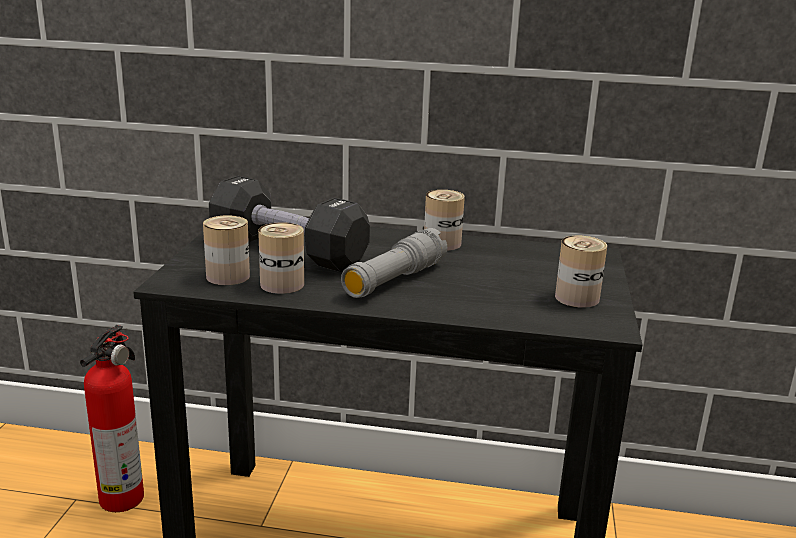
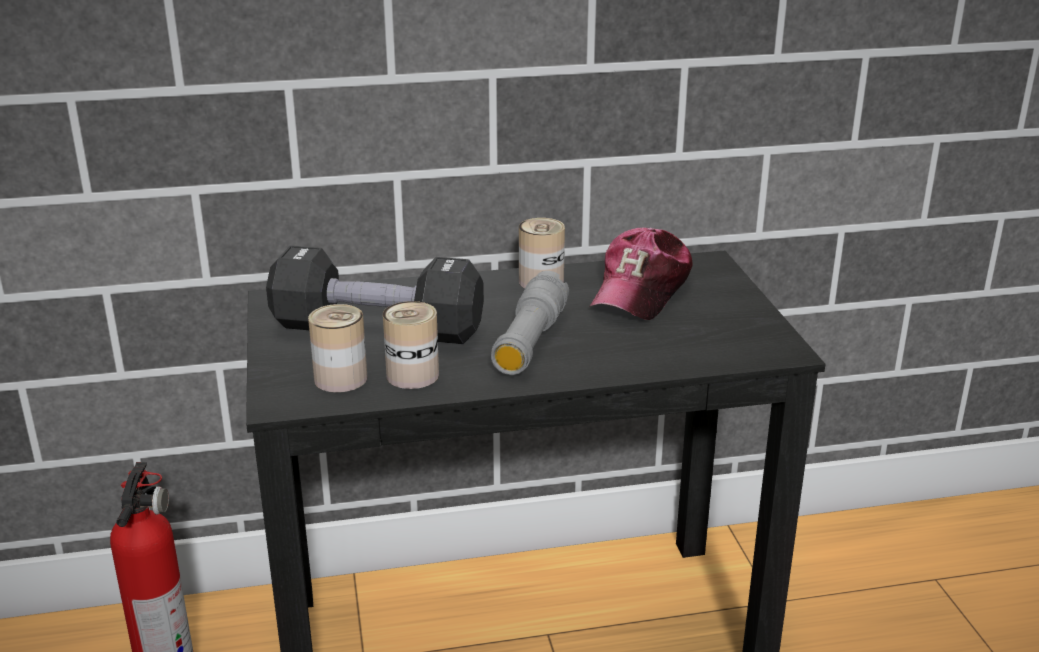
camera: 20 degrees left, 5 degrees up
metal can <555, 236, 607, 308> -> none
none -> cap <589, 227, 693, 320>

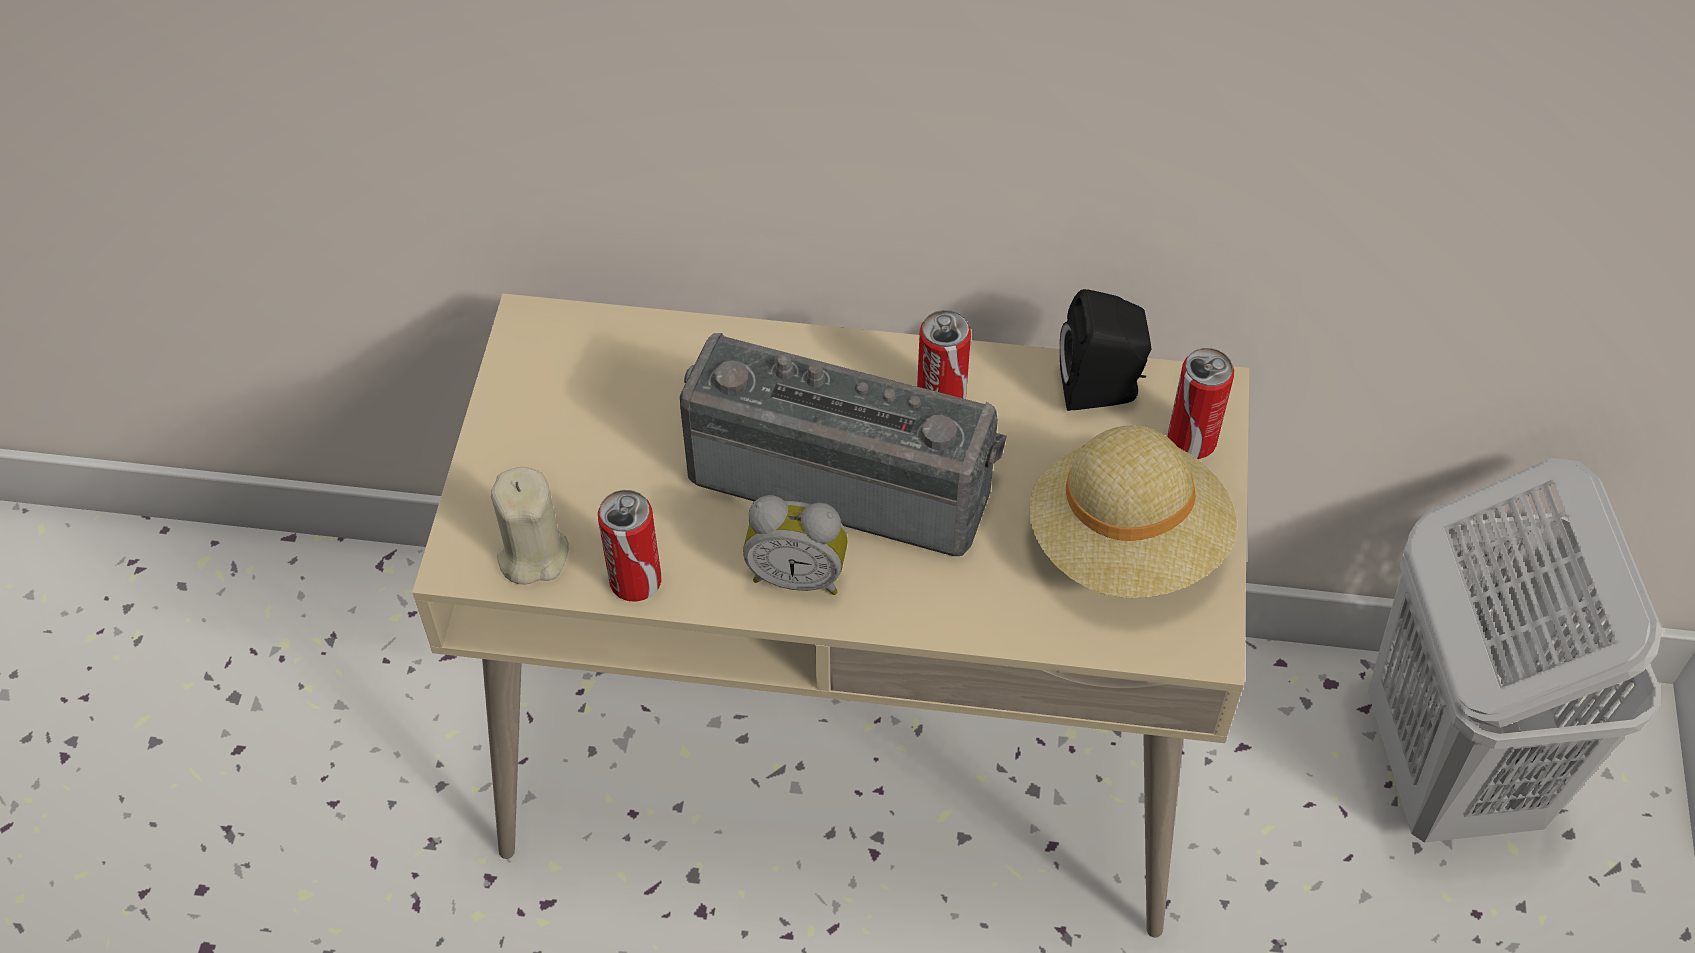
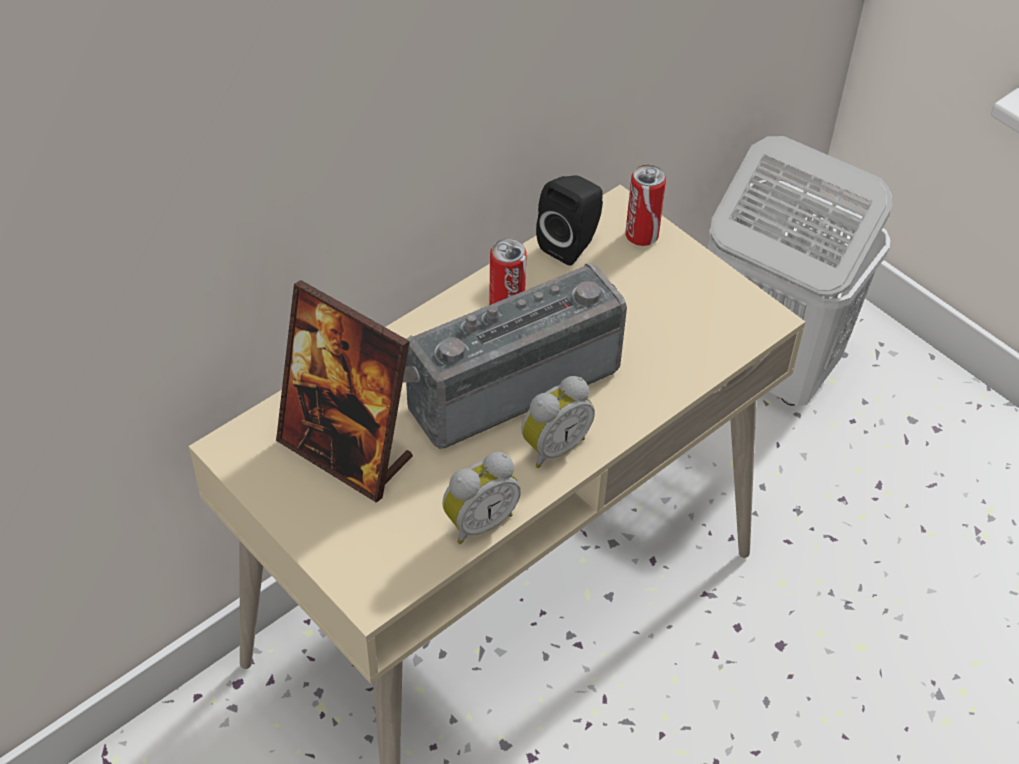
camera: 50 degrees left, 5 degrees down
sand-coloured clothing hat <1029, 425, 1237, 598> -> none
sand-coloured candle <491, 467, 569, 585> -> none
metal can <598, 490, 662, 602> -> alarm clock <442, 452, 521, 544>
none -> photo frame <276, 280, 413, 503>

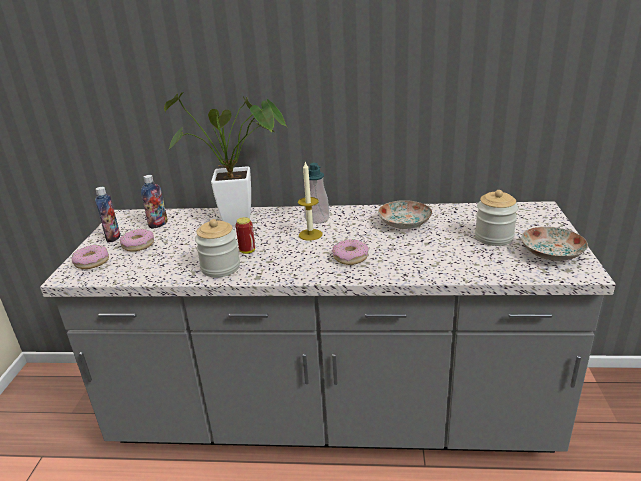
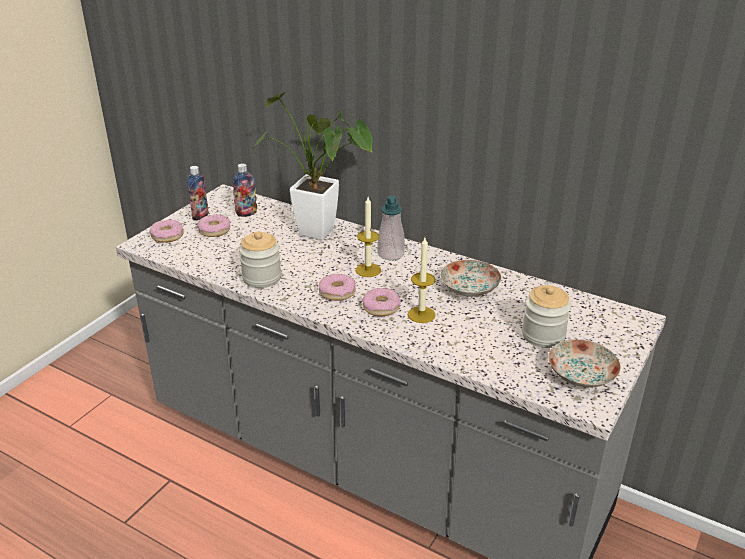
camera: 25 degrees right, 5 degrees up
metal can <236, 217, 255, 254> -> none
none -> candle <408, 238, 436, 323>
none -> doughnut <319, 274, 356, 301>

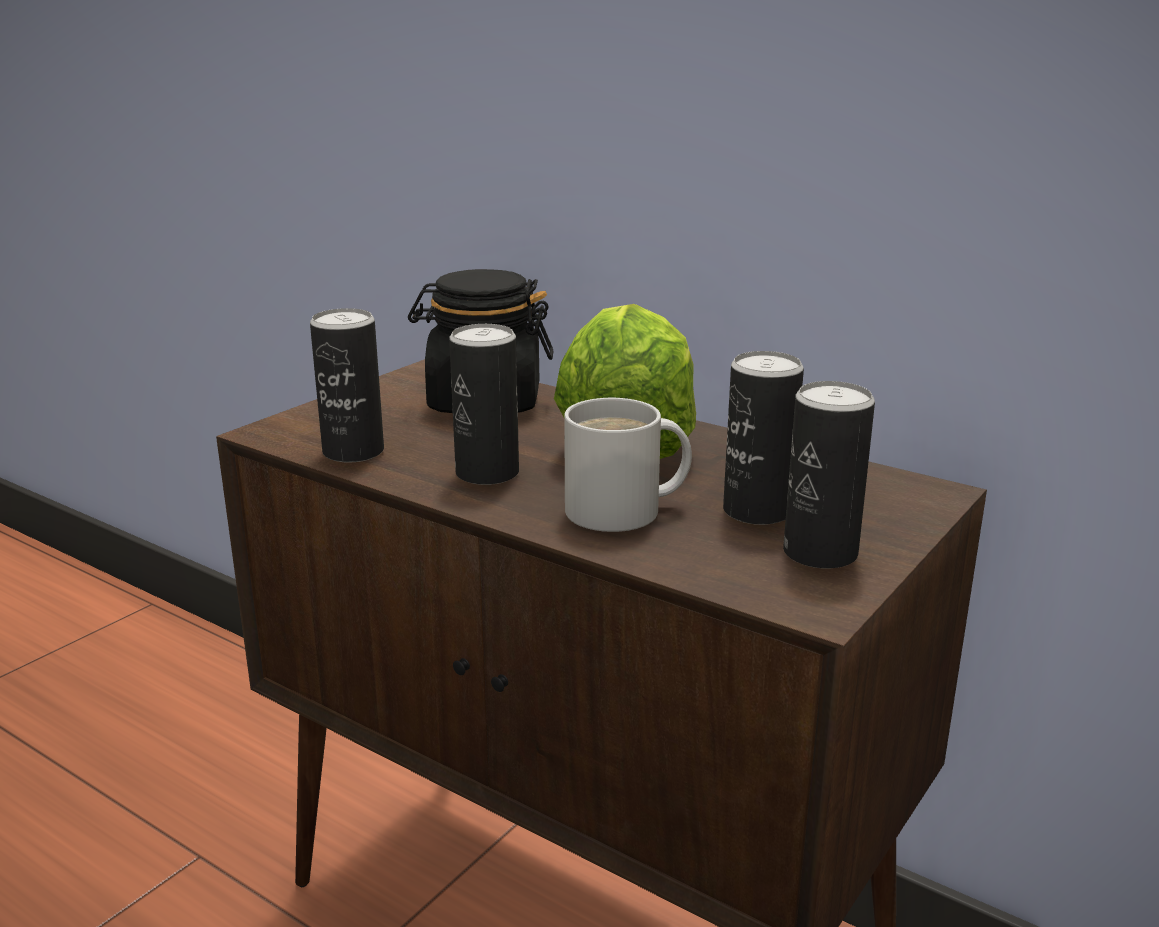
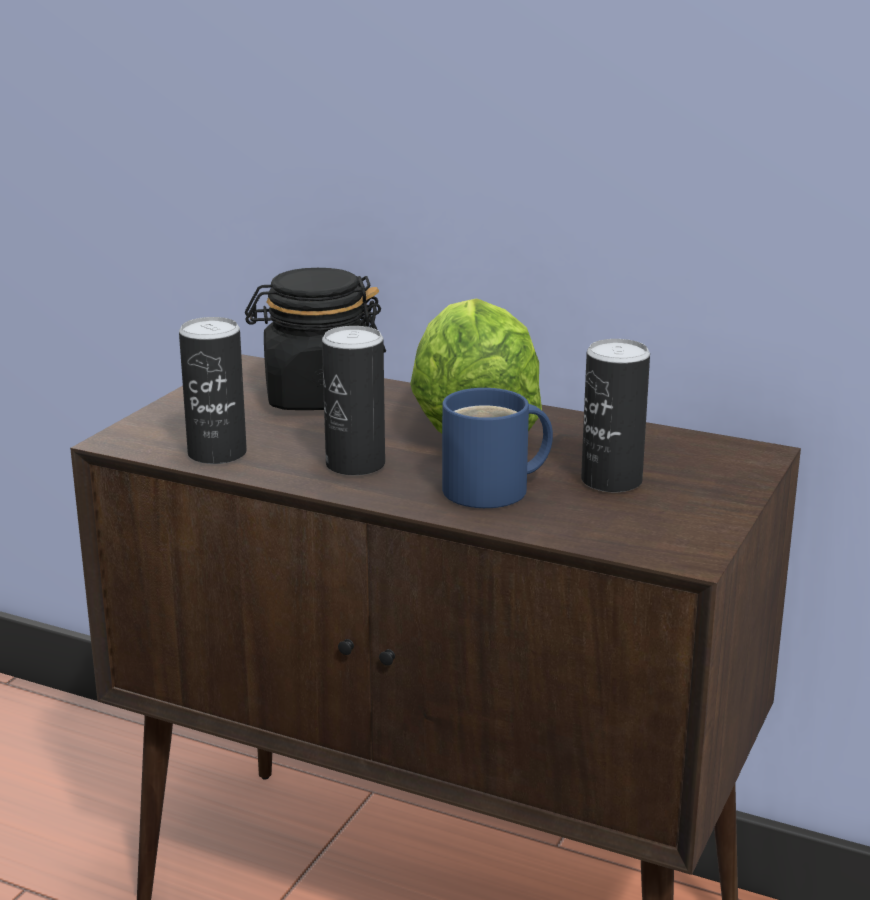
camera: 10 degrees left, 0 degrees up
metal can <783, 381, 875, 569> -> none
white tea mug <564, 398, 692, 532> -> blue-coloured tea mug <442, 388, 553, 508>

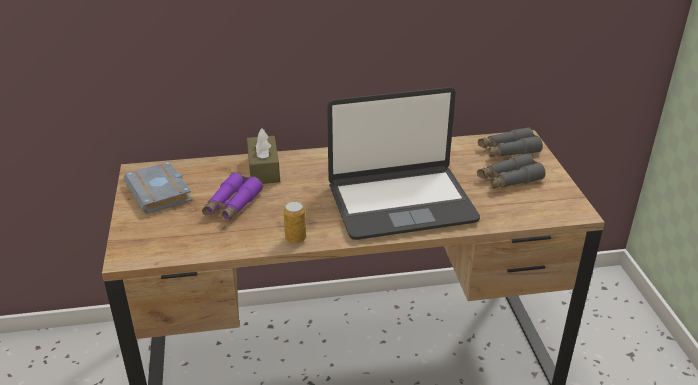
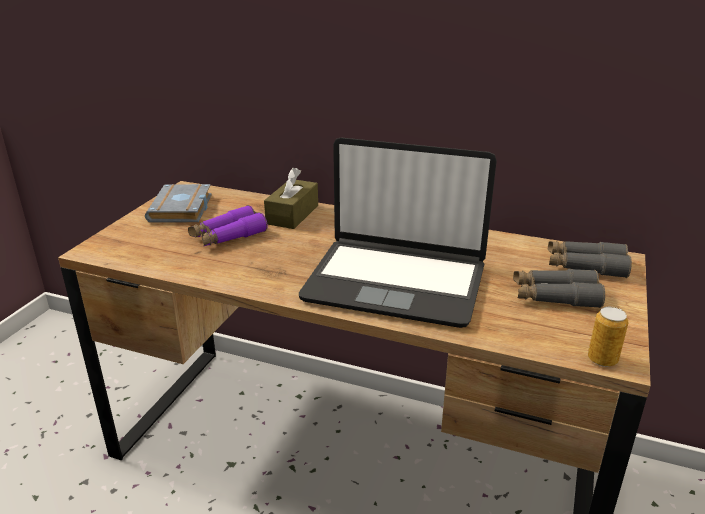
camera: 30 degrees right, 5 degrees down
metal can <284, 201, 306, 244> -> metal can <588, 307, 628, 367>, move

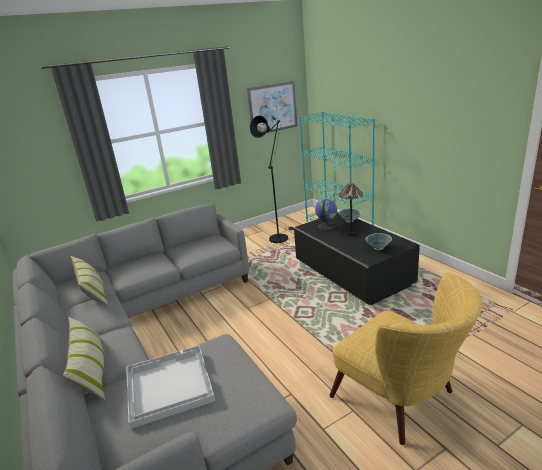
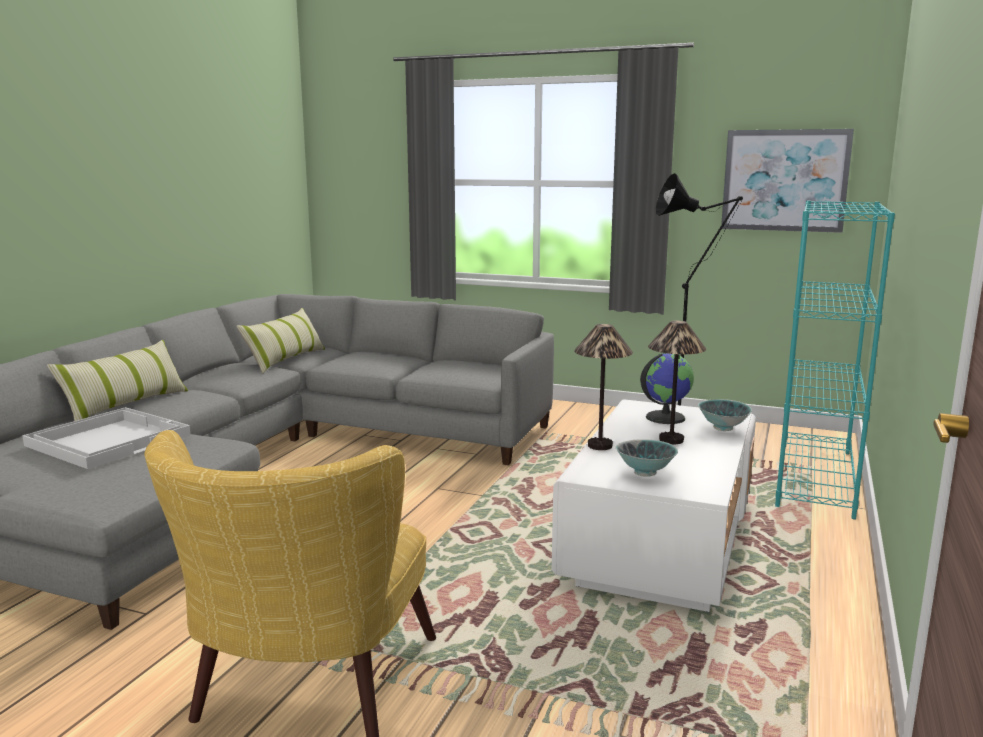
camera: 50 degrees right, 10 degrees down
black-coloured coffee table <294, 212, 420, 305> -> white coffee table <552, 399, 756, 612>
none -> lamp for a table <575, 324, 633, 450>

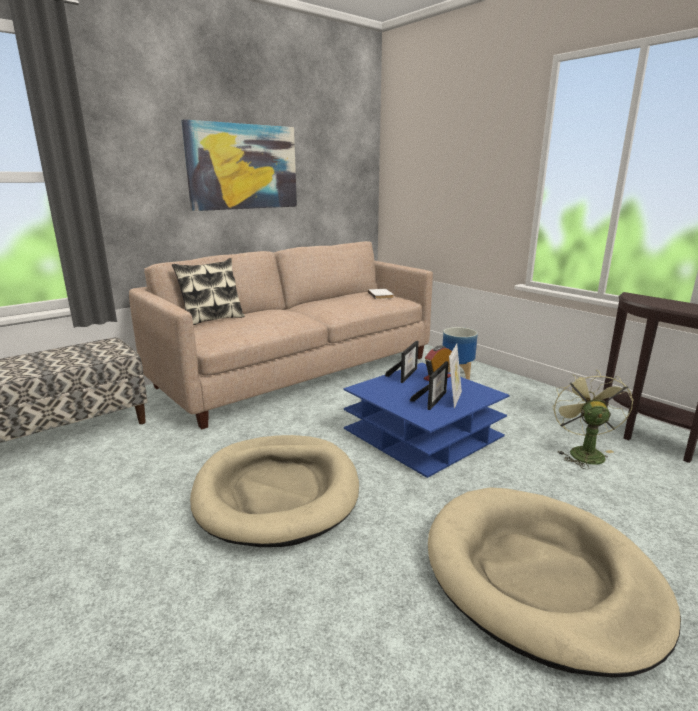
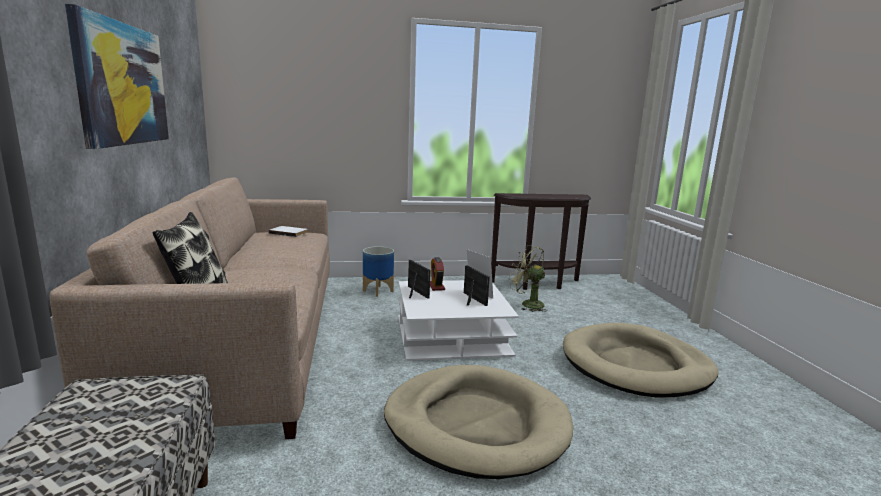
camera: 60 degrees left, 5 degrees down
blue-coloured coffee table <344, 363, 509, 478> -> white coffee table <398, 280, 519, 361>

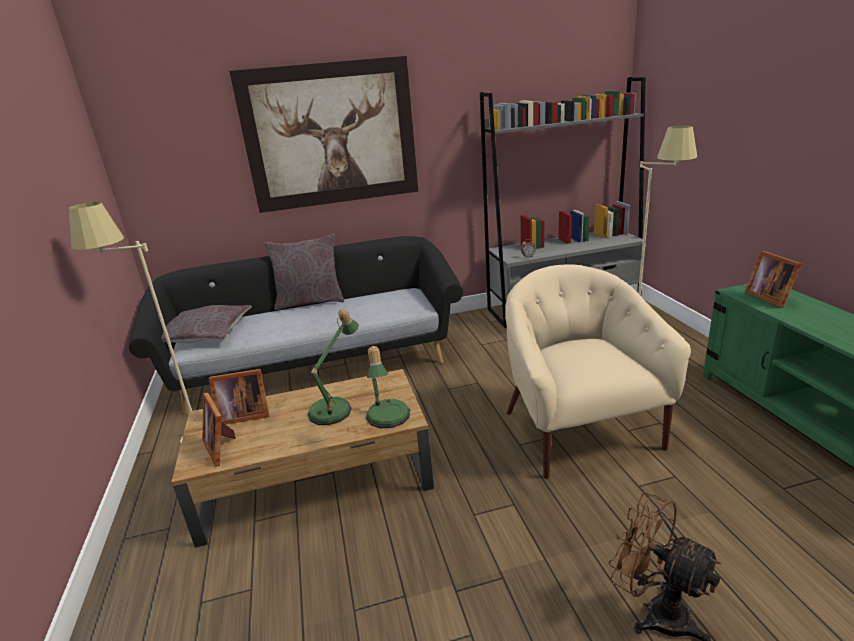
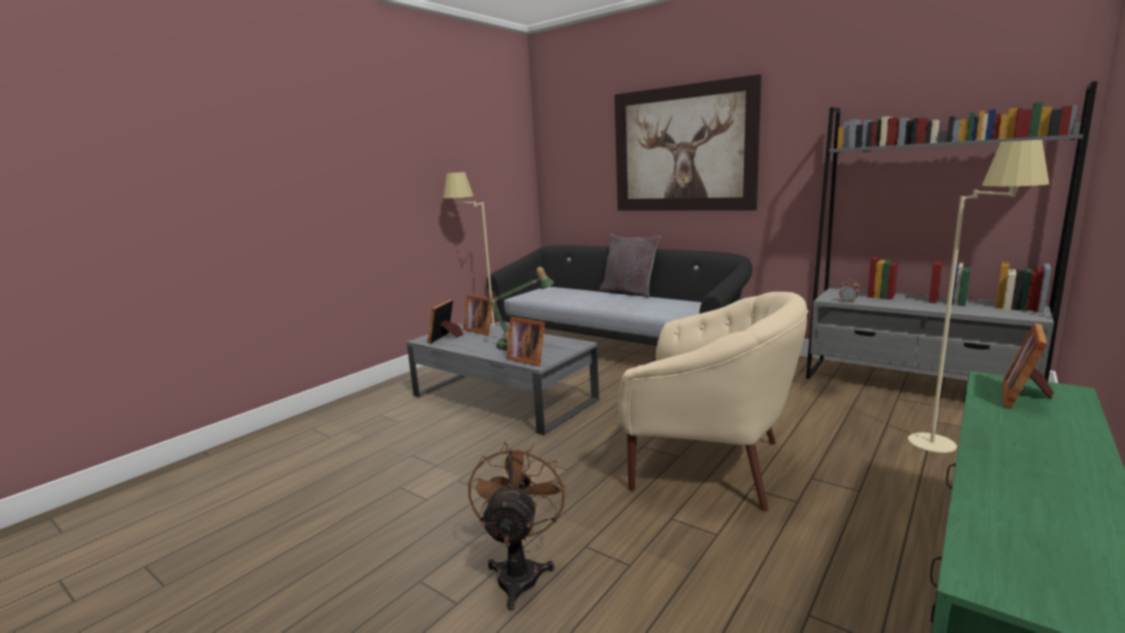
camera: 50 degrees right, 10 degrees down
sand-coloured lounge chair <505, 264, 691, 479> -> sand-coloured lounge chair <618, 292, 808, 511>, 75 degrees clockwise
greyish throw pillow <162, 305, 252, 343> -> none
lamp for a table <366, 346, 410, 428> -> photo frame <506, 317, 545, 366>
brown coffee table <171, 369, 434, 548> -> greyish coffee table <407, 323, 599, 435>

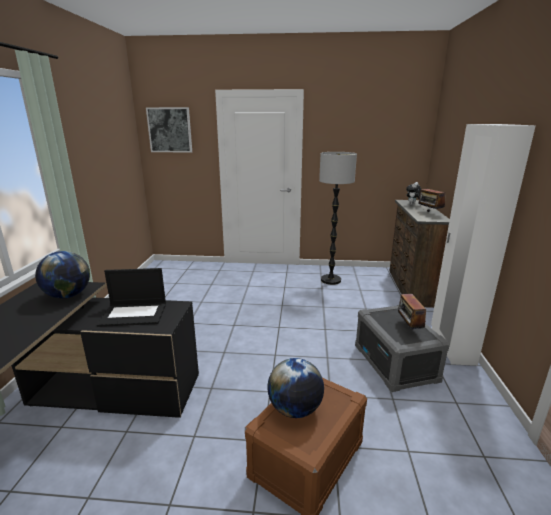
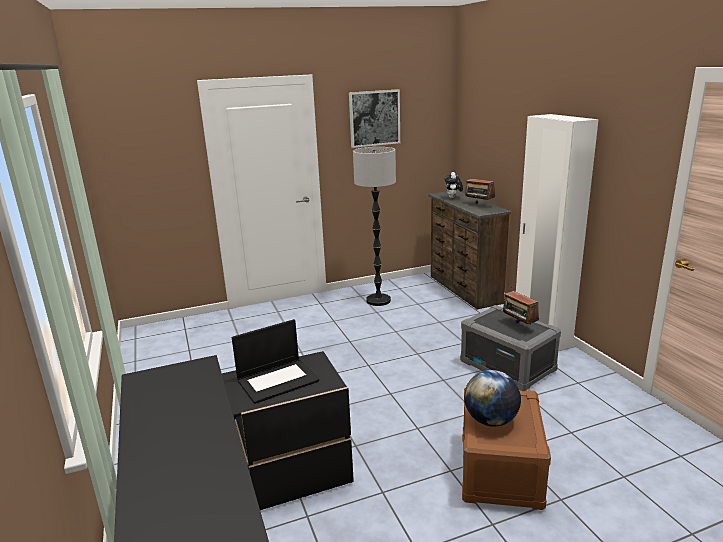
camera: 25 degrees left, 0 degrees up
wall picture <146, 107, 192, 153> -> wall picture <349, 89, 400, 148>, move
desk globe <35, 251, 90, 298> -> none

